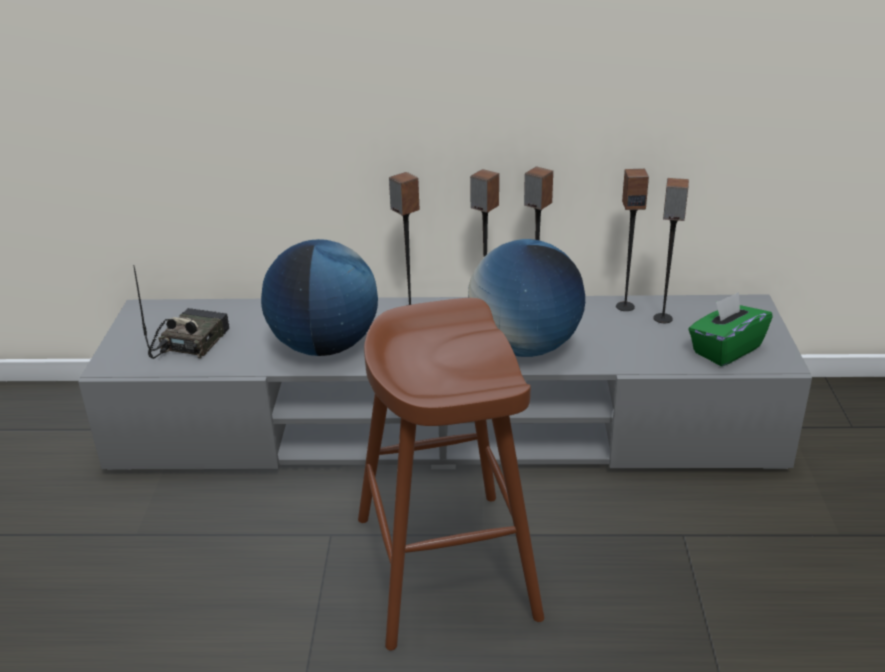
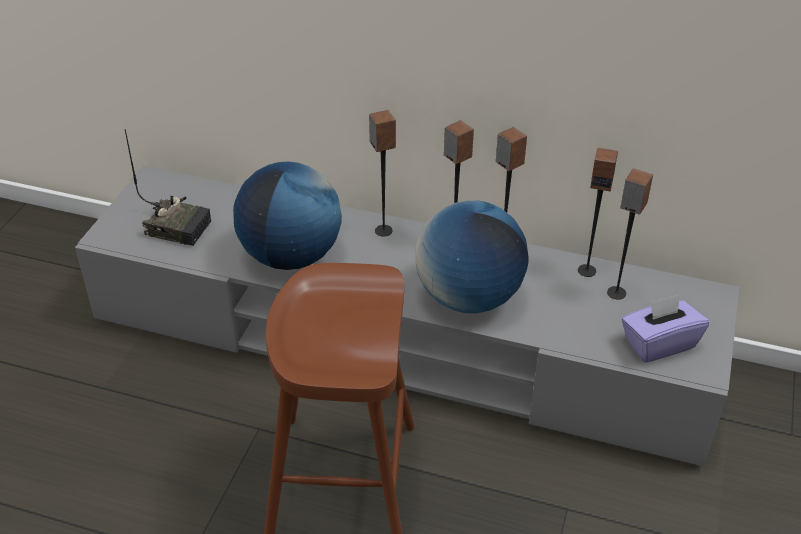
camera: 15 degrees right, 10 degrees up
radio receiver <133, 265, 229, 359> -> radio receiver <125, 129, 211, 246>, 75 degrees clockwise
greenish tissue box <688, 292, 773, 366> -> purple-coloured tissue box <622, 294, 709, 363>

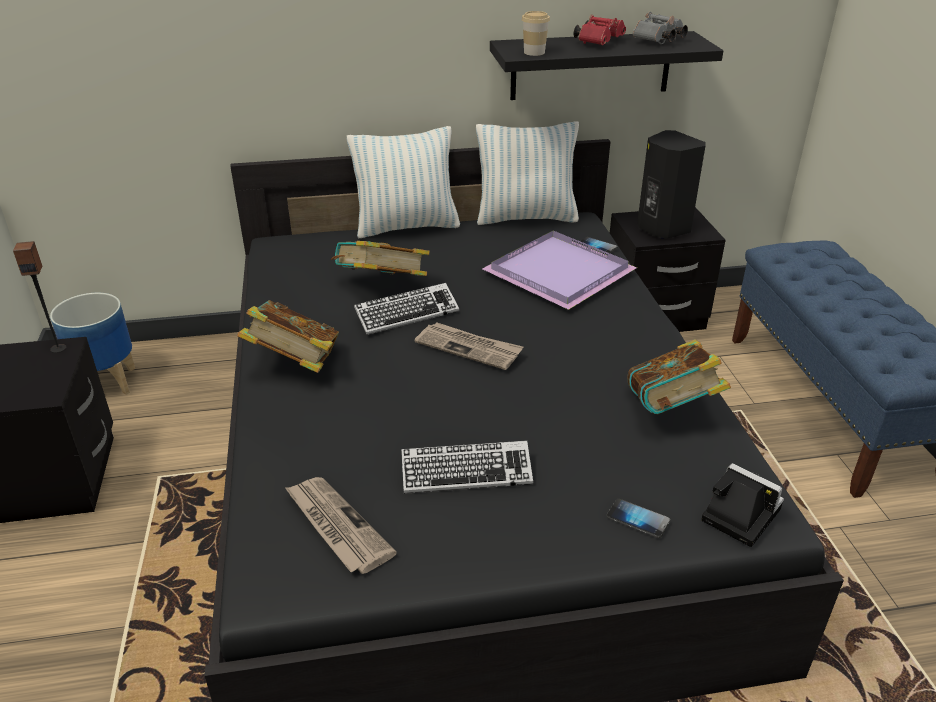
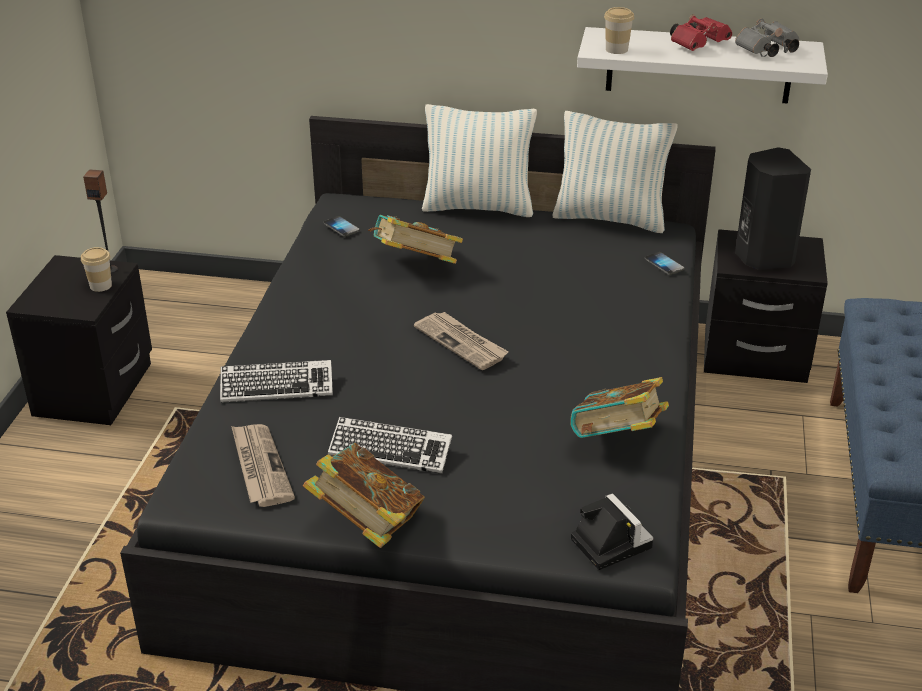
camera: 20 degrees right, 0 degrees up
black-coloured shelf <490, 31, 723, 100> -> white shelf <577, 27, 828, 104>
purple-coloured serving tray <482, 231, 637, 310> -> none
PC keyboard <354, 283, 459, 335> -> PC keyboard <220, 360, 333, 403>, move
planter <50, 292, 135, 395> -> none
volume <237, 300, 339, 373> -> volume <303, 443, 425, 548>, move
telephone <607, 499, 670, 538> -> telephone <324, 216, 360, 237>, move
none -> cup <81, 247, 112, 292>

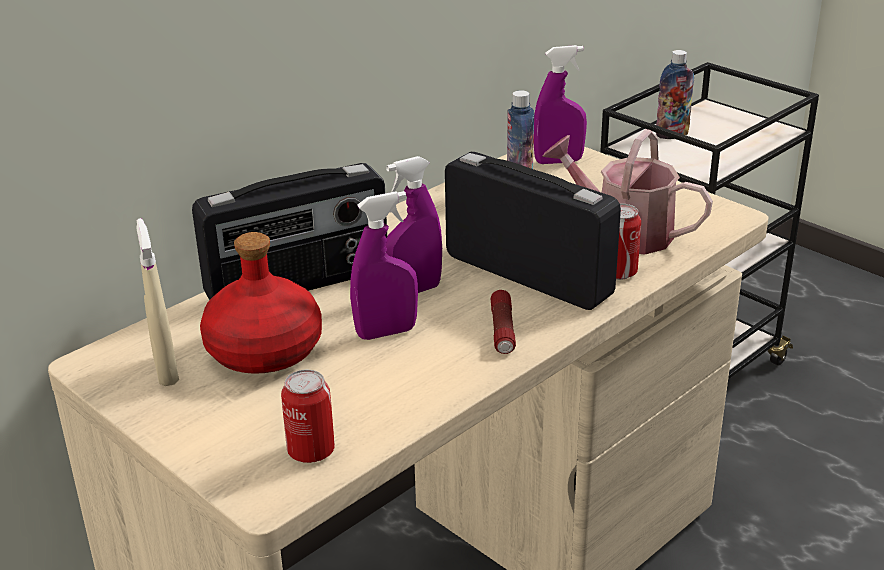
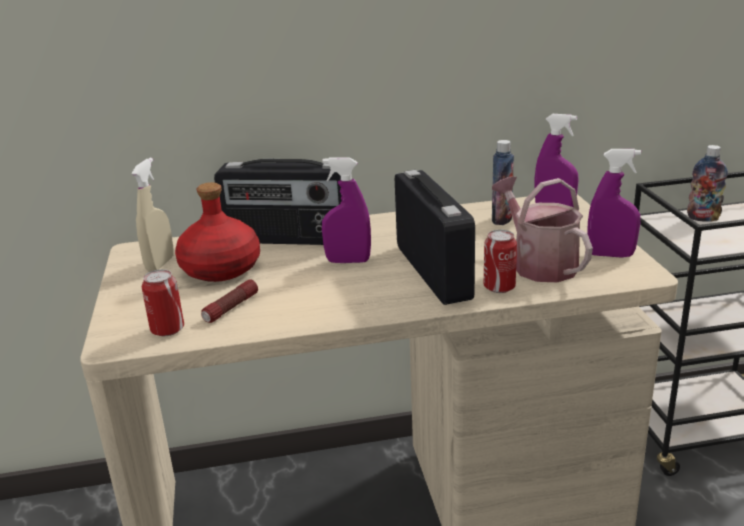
camera: 35 degrees right, 5 degrees down
purple-coloured hand sprayer <350, 191, 418, 340> -> purple-coloured hand sprayer <587, 149, 641, 258>, move
hand torch <491, 290, 516, 354> -> hand torch <201, 279, 258, 323>, move

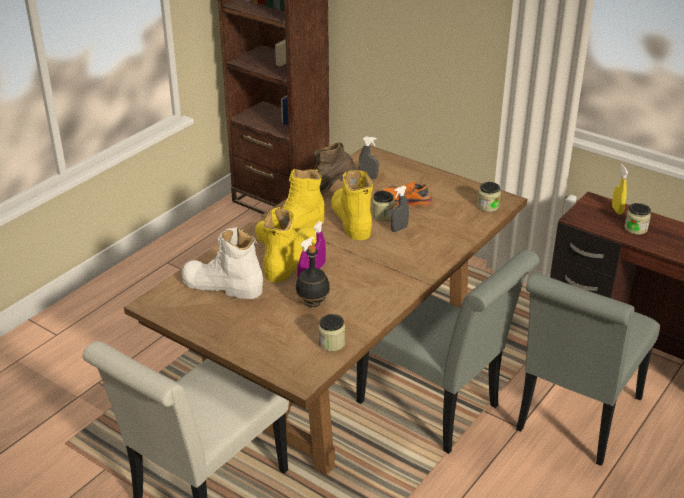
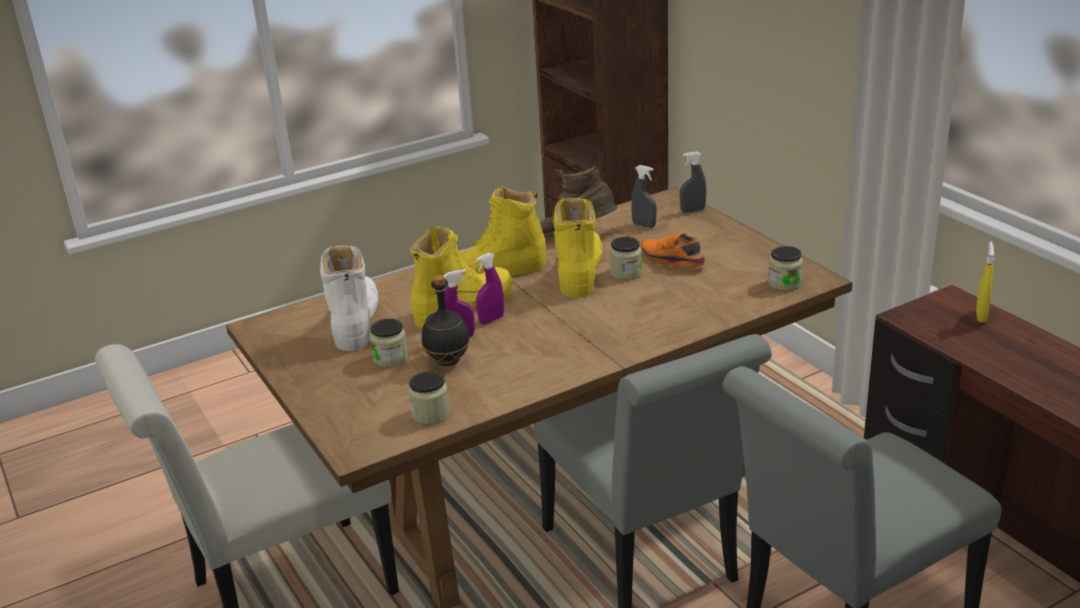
camera: 25 degrees right, 5 degrees down
greyish hand sprayer <391, 185, 409, 232> -> greyish hand sprayer <680, 151, 707, 213>, move
storage jar <624, 203, 651, 235> -> storage jar <370, 319, 408, 367>, move
white boot <182, 227, 263, 299> -> white boot <320, 246, 379, 351>, 45 degrees clockwise

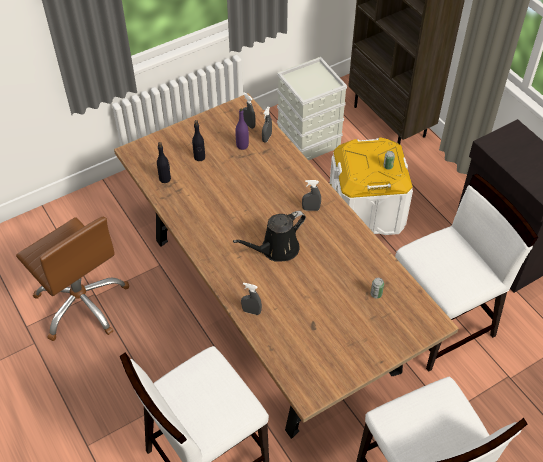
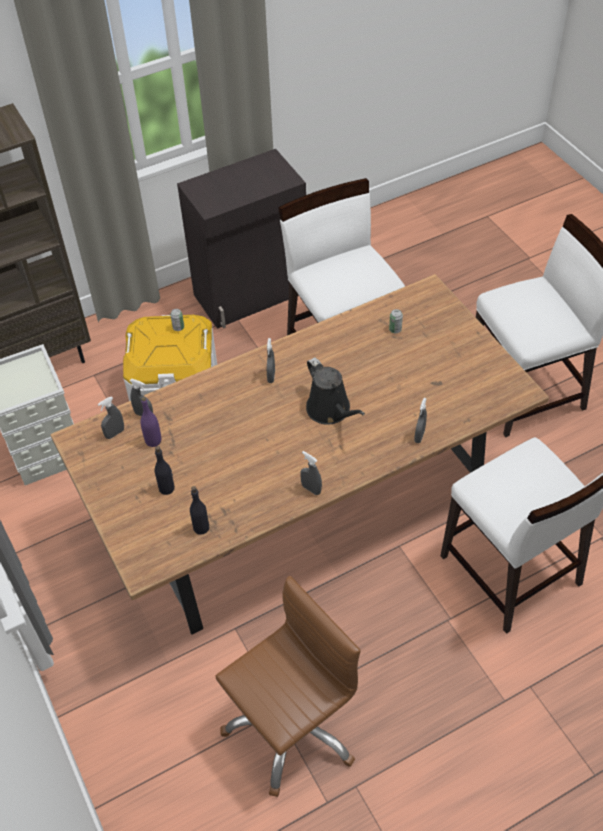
camera: 85 degrees left, 0 degrees up
none -> greyish hand sprayer <300, 451, 322, 495>

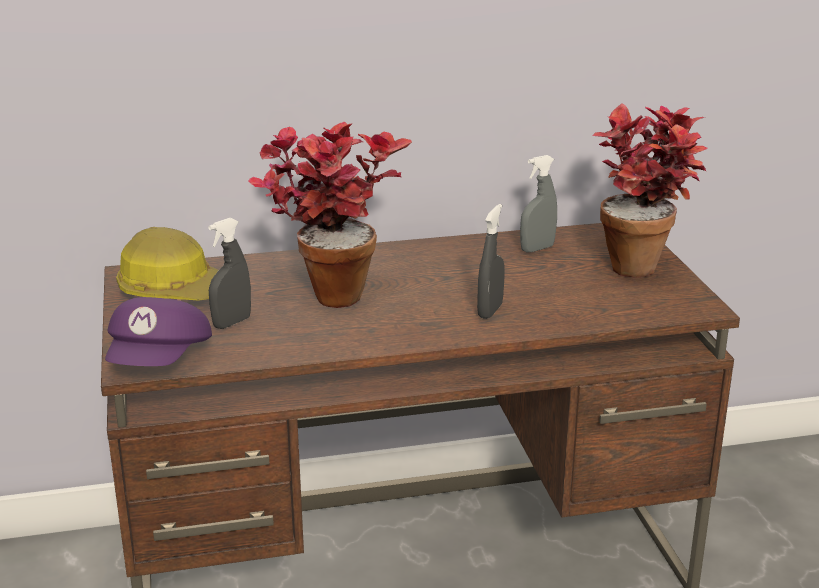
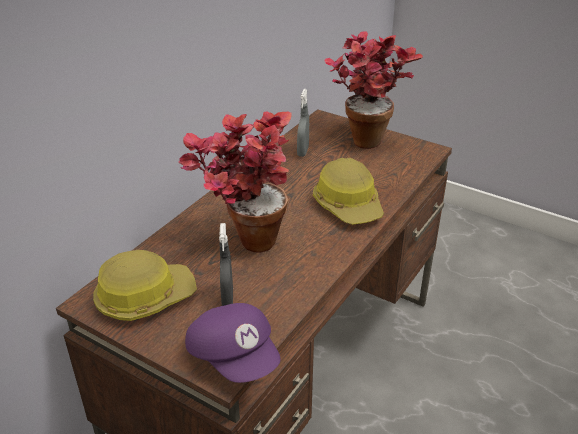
camera: 45 degrees left, 10 degrees up
greyish hand sprayer <477, 204, 505, 319> -> hard hat <313, 158, 384, 225>

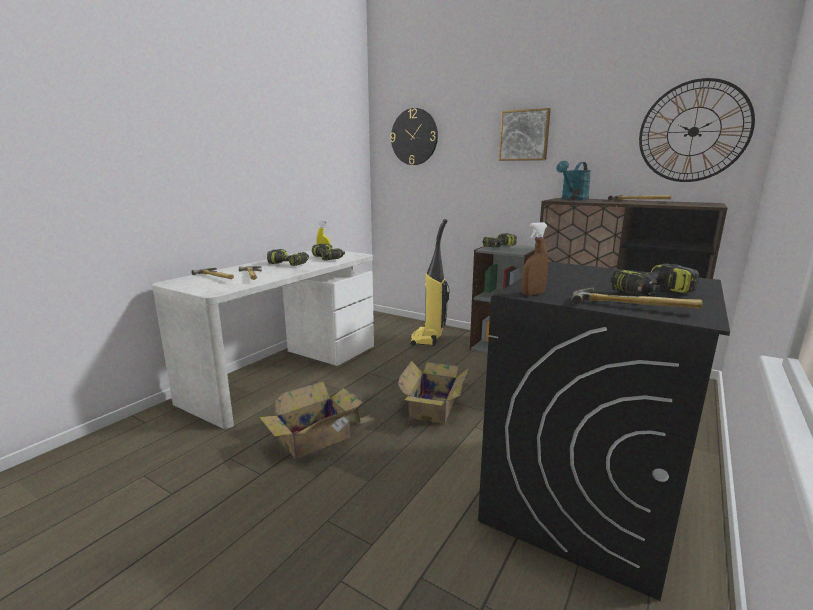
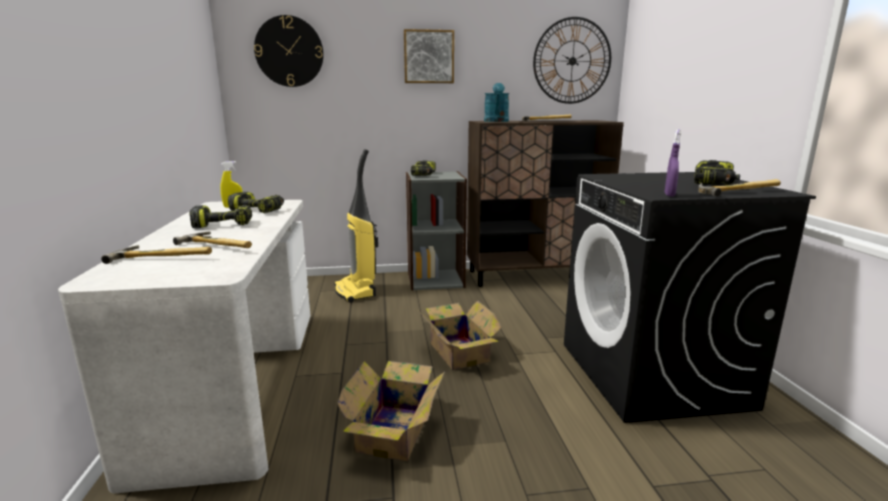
camera: 40 degrees left, 0 degrees up
brown hand sprayer <522, 222, 548, 296> -> purple-coloured hand sprayer <664, 130, 681, 196>

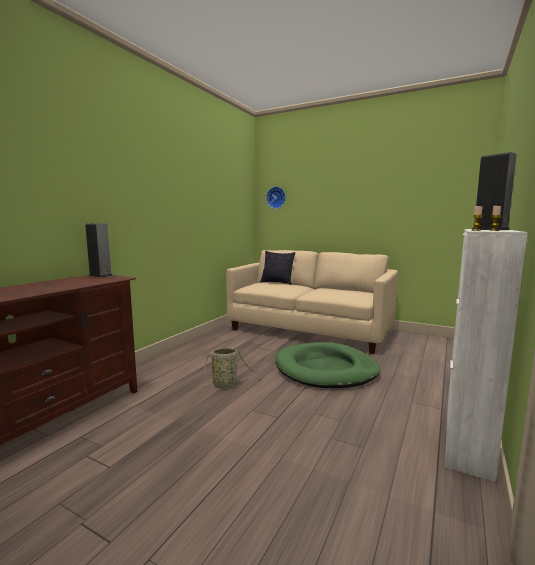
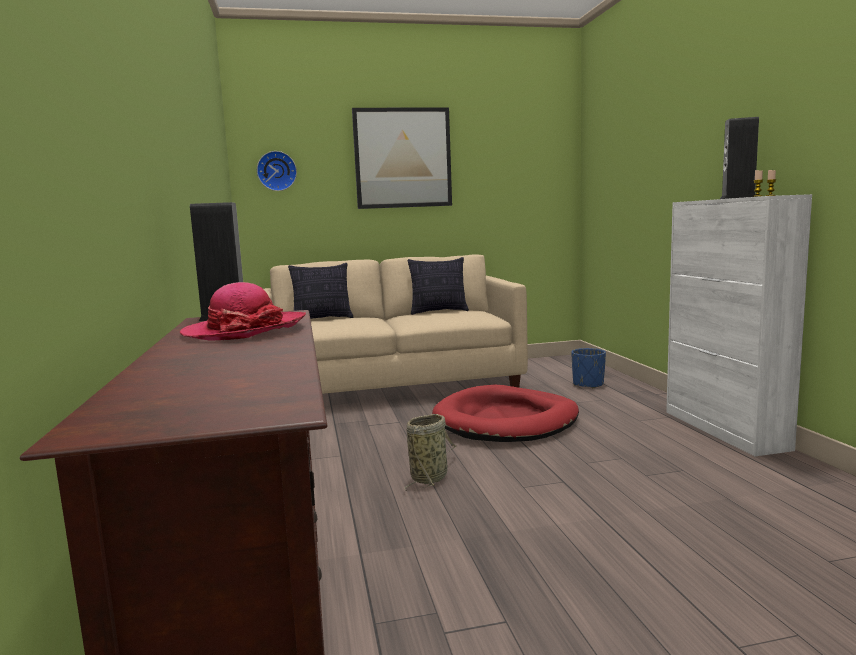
camera: 40 degrees left, 0 degrees up
greenish pet bed <275, 342, 380, 388> -> red-coloured pet bed <432, 385, 579, 442>
none -> wall picture <352, 108, 452, 209>
none -> throw pillow <408, 257, 469, 315>
none -> clothing hat <180, 282, 306, 341>
none -> blue-coloured planter <571, 348, 606, 388>

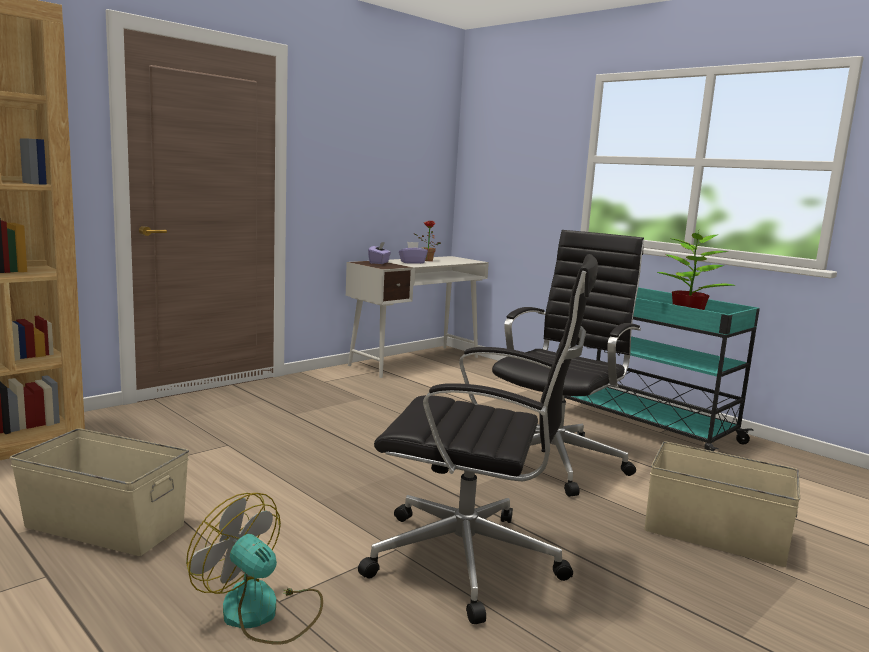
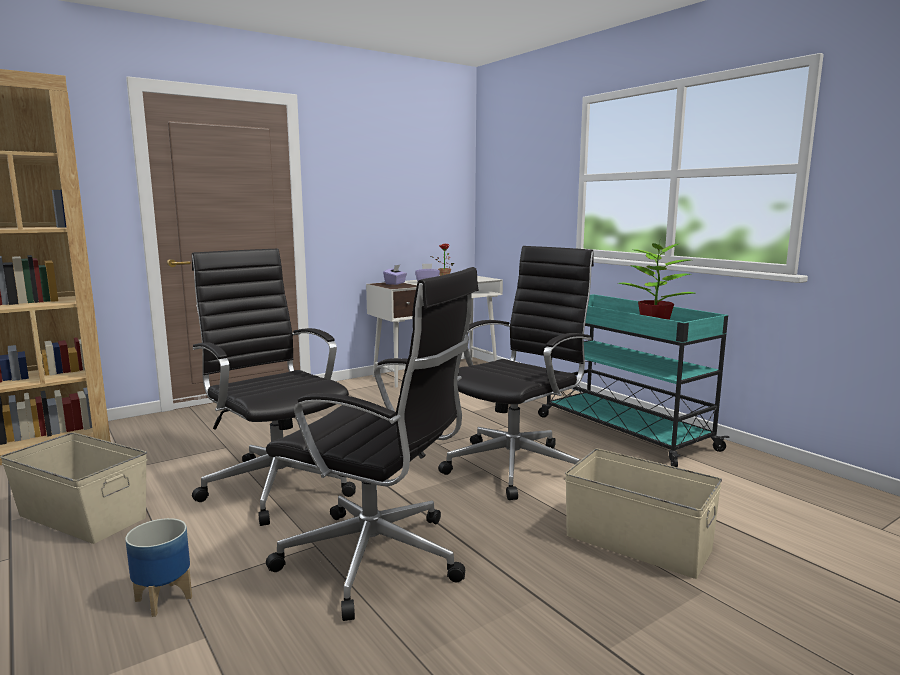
camera: 10 degrees right, 0 degrees up
fan <186, 493, 323, 645> -> planter <125, 518, 192, 617>
none -> black-coloured computer chair <192, 248, 356, 526>

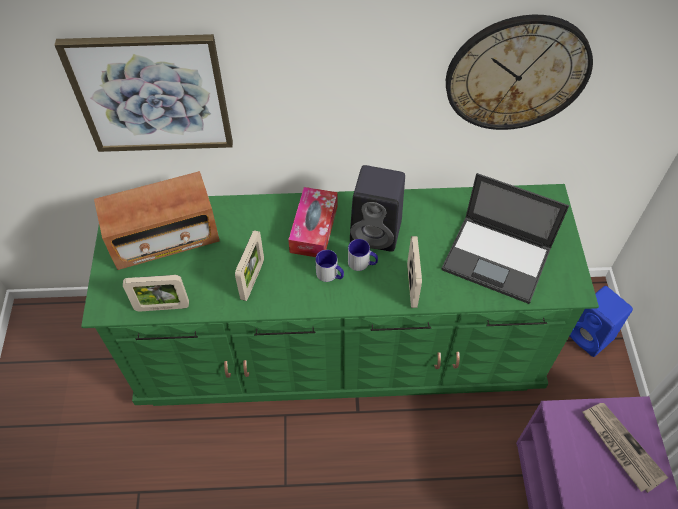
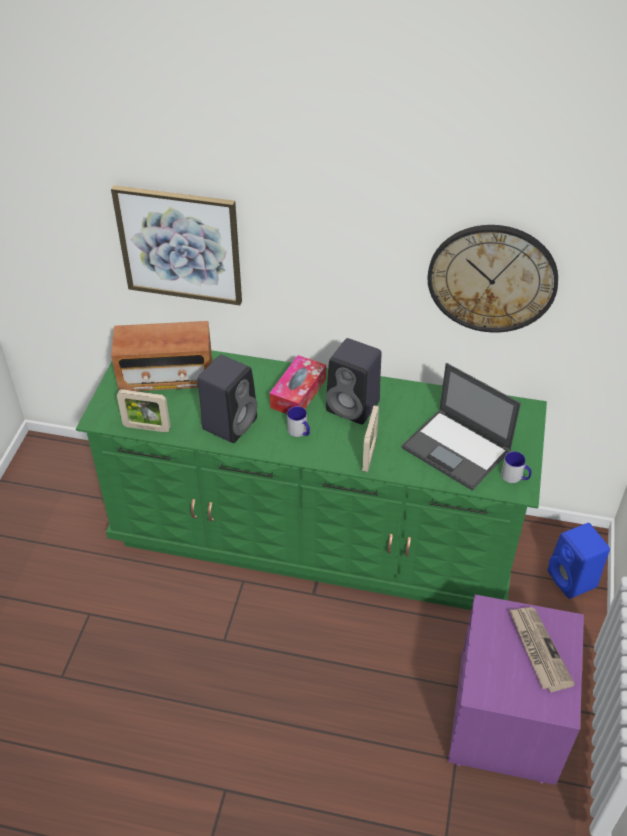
camera: 15 degrees right, 10 degrees down
photo frame <235, 230, 264, 301> -> black-coloured loudspeaker <198, 355, 257, 443>
tea mug <348, 239, 378, 271> -> tea mug <501, 451, 531, 483>, move

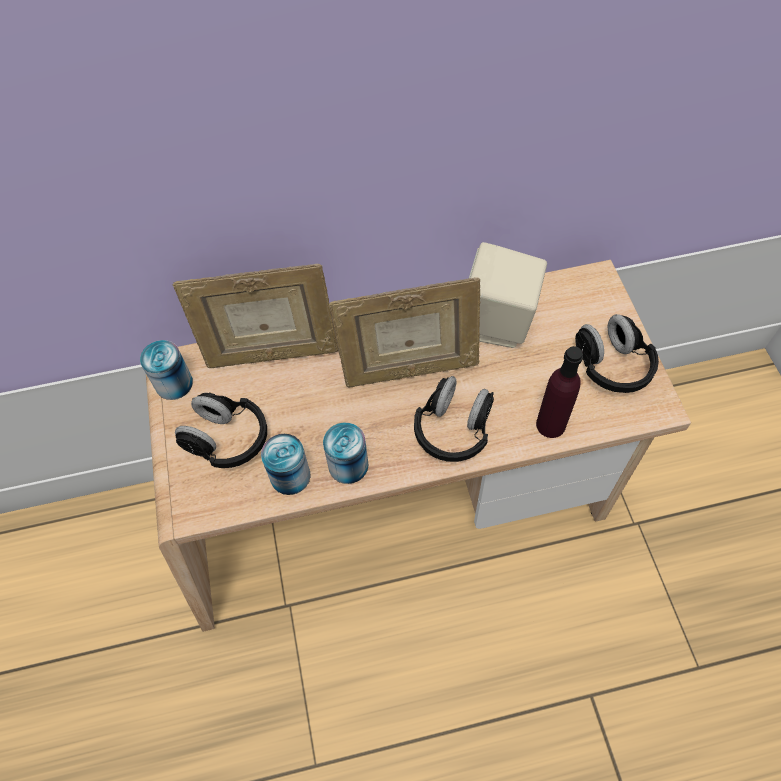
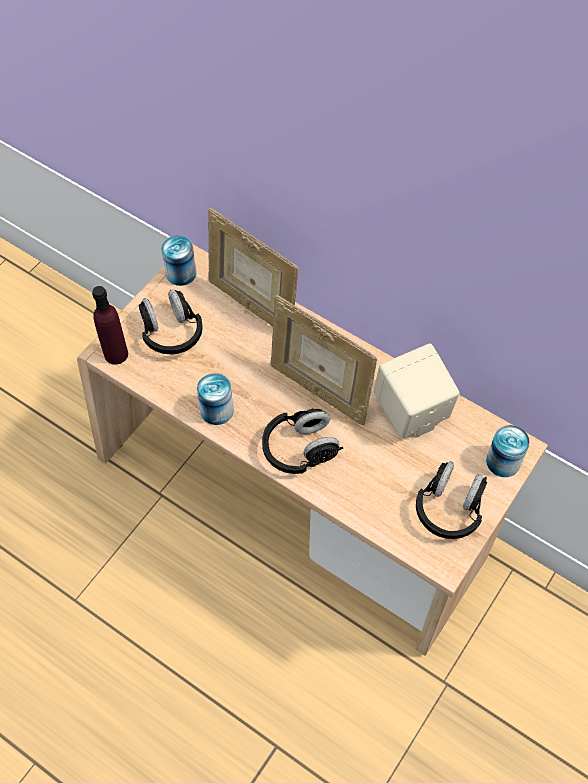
camera: 45 degrees right, 0 degrees up
purple-coloured beverage bottle <536, 346, 583, 438> -> purple-coloured beverage bottle <92, 286, 128, 365>, move
metal can <261, 434, 311, 495> -> metal can <486, 425, 530, 477>, move

